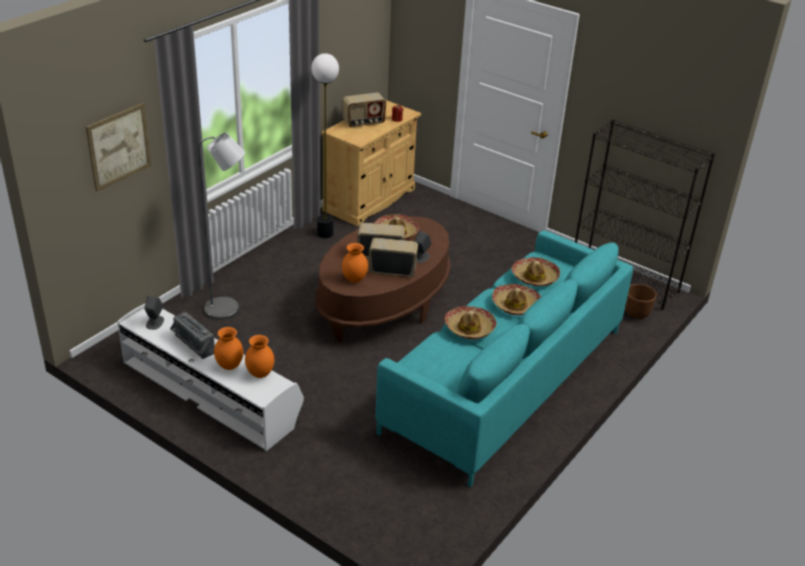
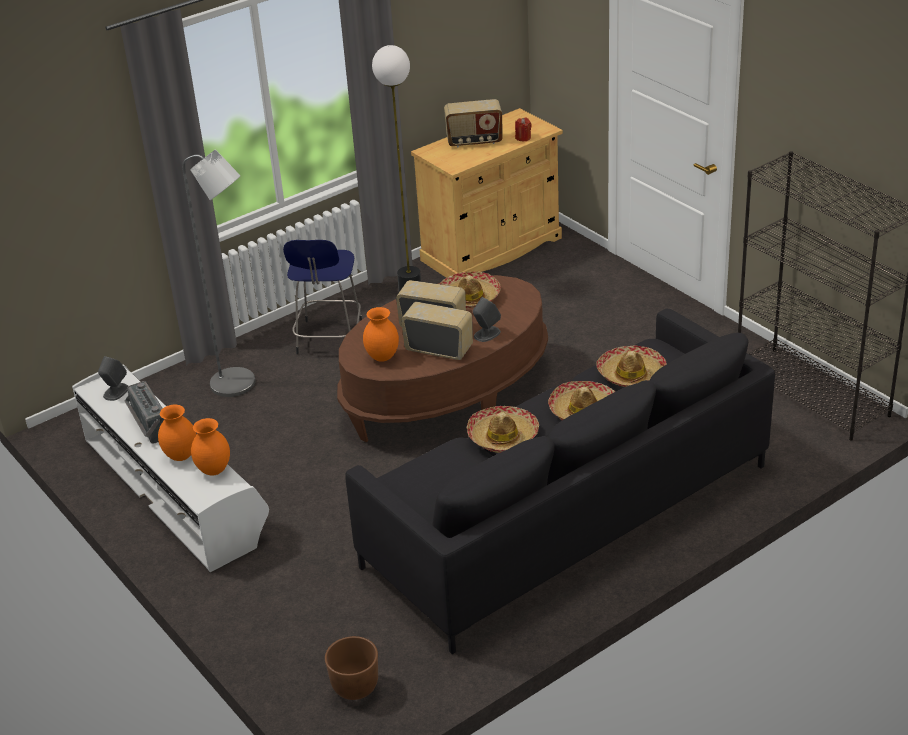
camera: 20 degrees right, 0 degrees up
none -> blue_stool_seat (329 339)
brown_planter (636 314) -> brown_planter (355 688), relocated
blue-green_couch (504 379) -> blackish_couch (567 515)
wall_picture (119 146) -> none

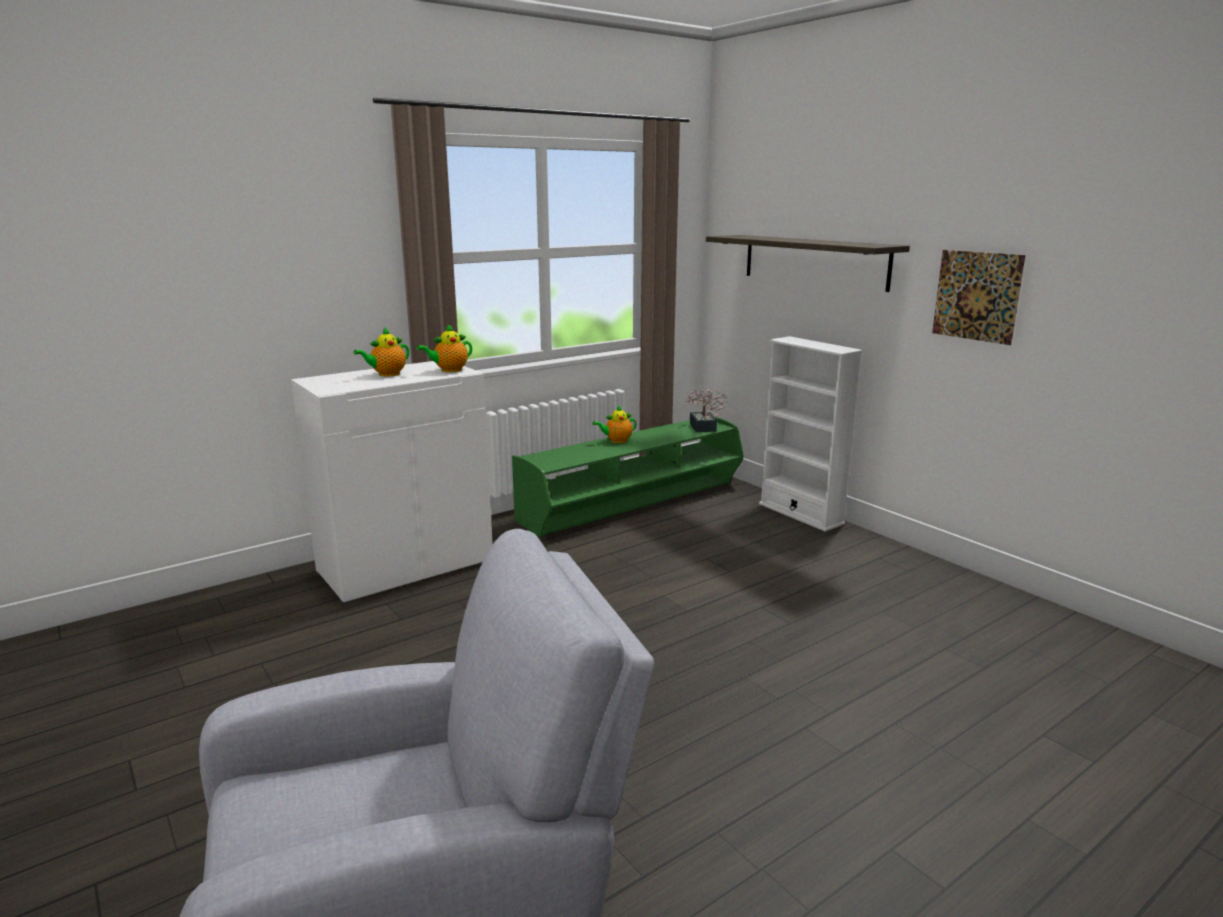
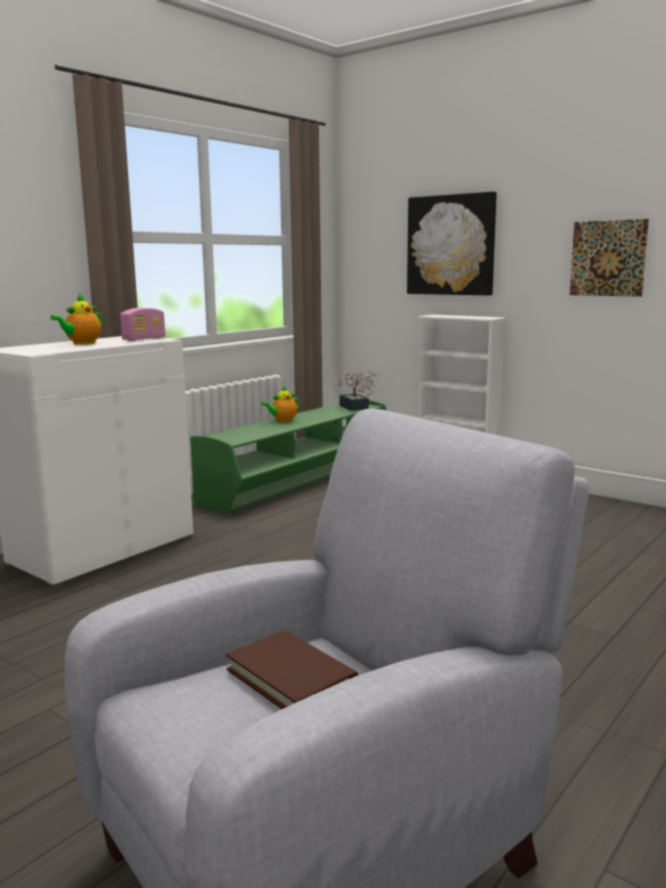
camera: 15 degrees left, 5 degrees down
pot_for_tea (449 370) -> radio_set (144 339)
none -> brown_bound_book (291 678)
wall_shelf (814 261) -> wall_picture (451 245)

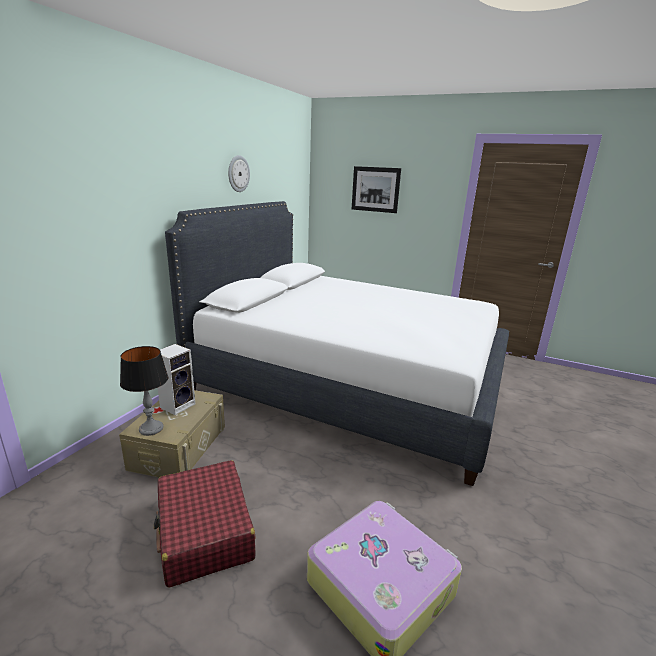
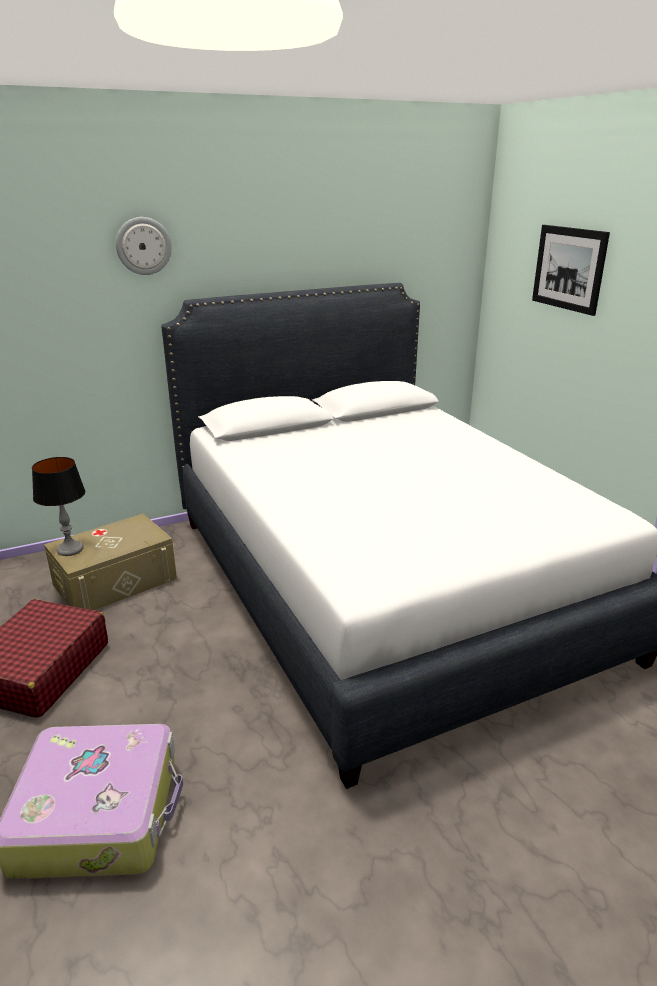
camera: 40 degrees right, 5 degrees up
clock_on_the_wall (238 173) -> clock_on_the_wall (143 246), relocated
loudspeaker (178 405) -> none

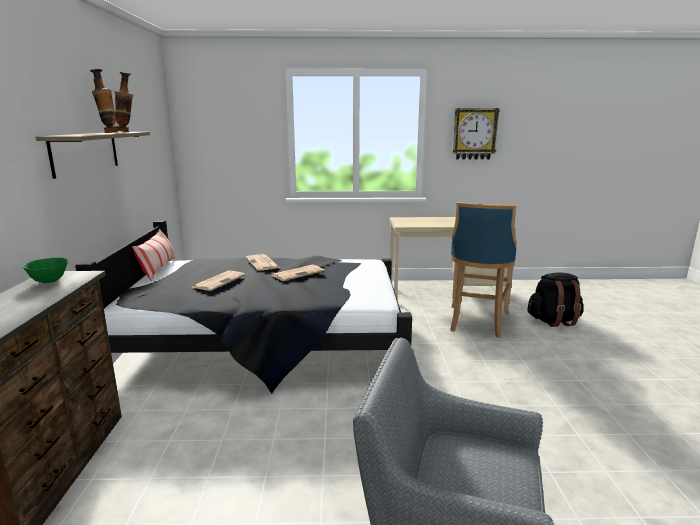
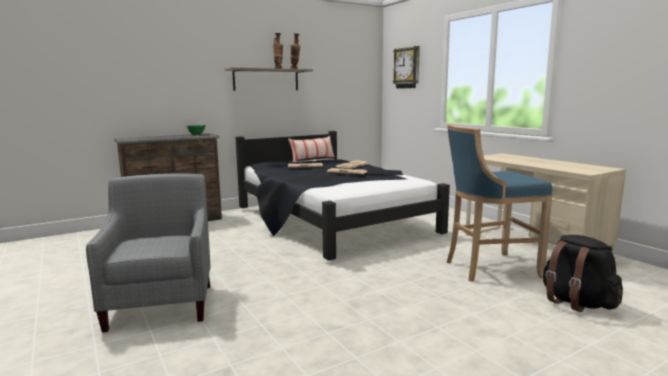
camera: 60 degrees right, 5 degrees down
clock_on_the_wall (474 134) -> clock_on_the_wall (407 68), relocated

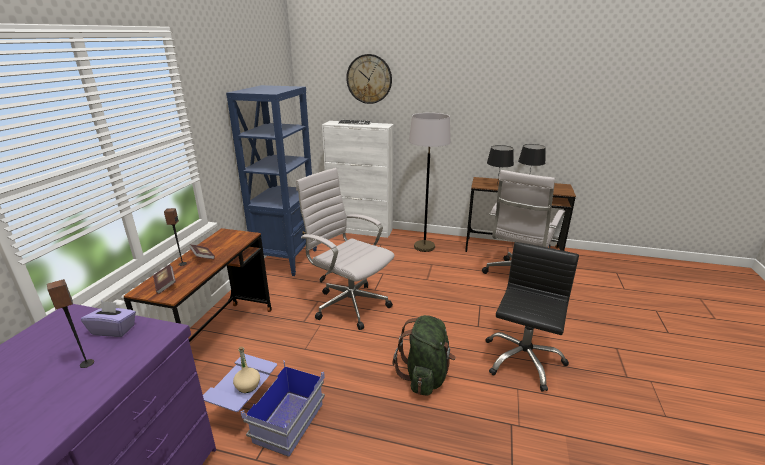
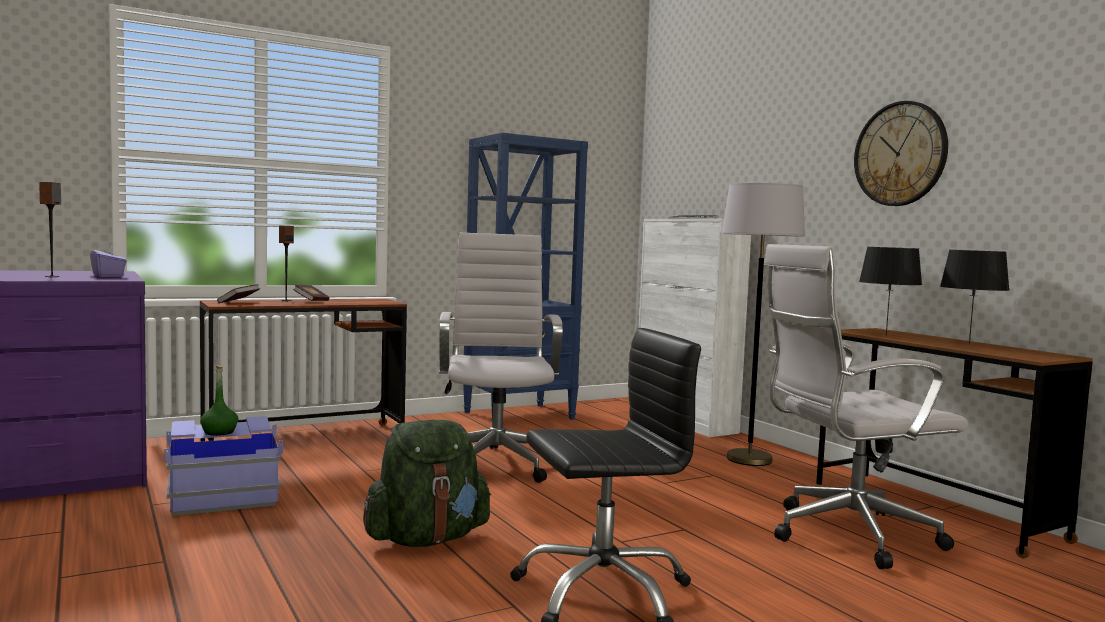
camera: 45 degrees right, 20 degrees down
beige_drink_bottle (248 386) -> greenish_drink_bottle (219 432)
clock_on_the_wall (369 79) -> clock_on_the_wall (900 154), relocated

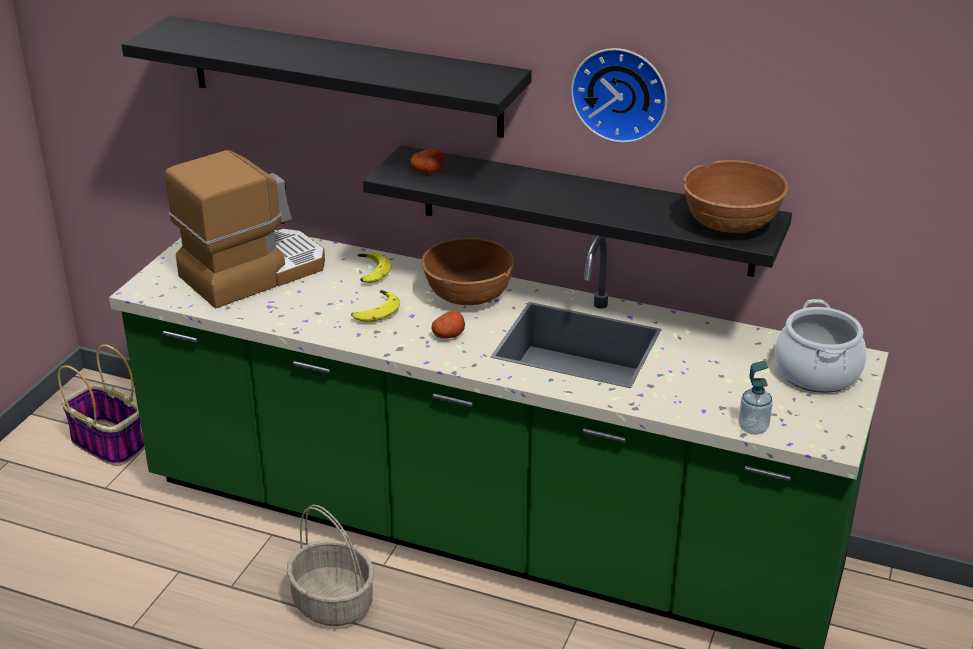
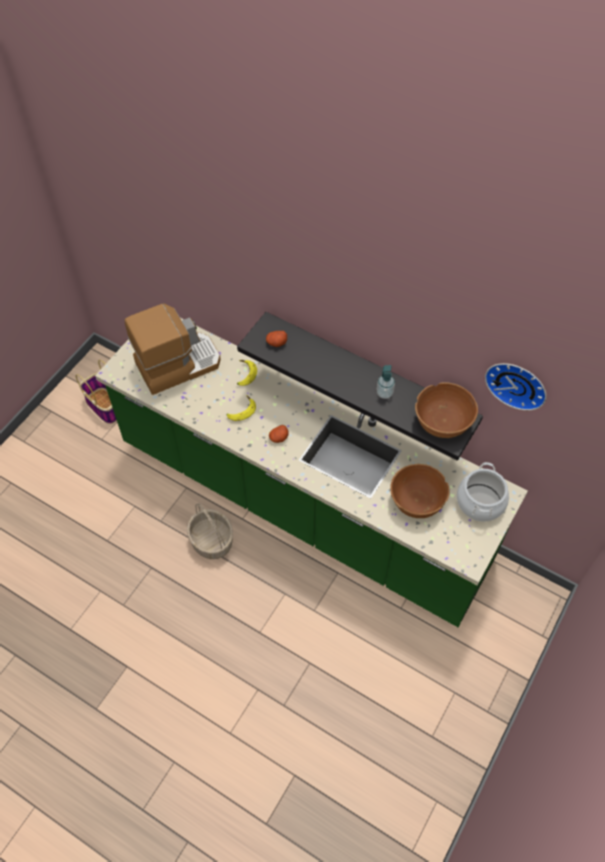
camera: 10 degrees right, 25 degrees up
soap_bottle (753 428) -> soap_bottle (384 393), relocated
brown_deep_dish (468 296) -> brown_deep_dish (417 501), relocated
clock_on_the_wall (621 93) -> clock_on_the_wall (517 383), relocated
blackish_wall_shelf (344 76) -> none

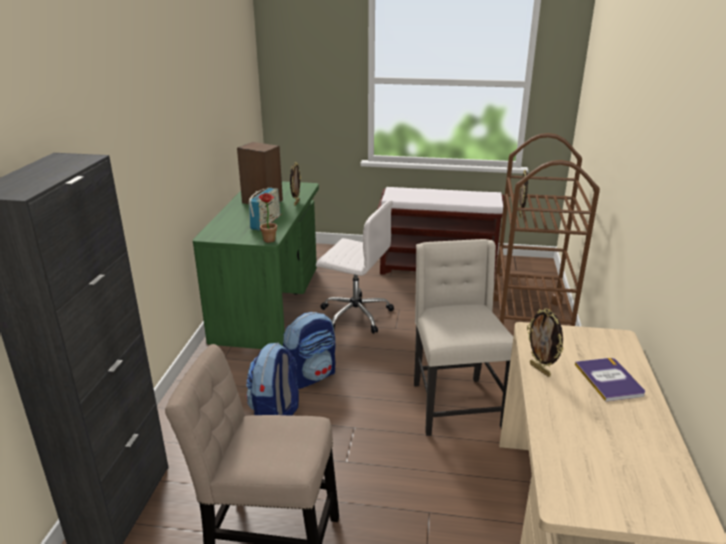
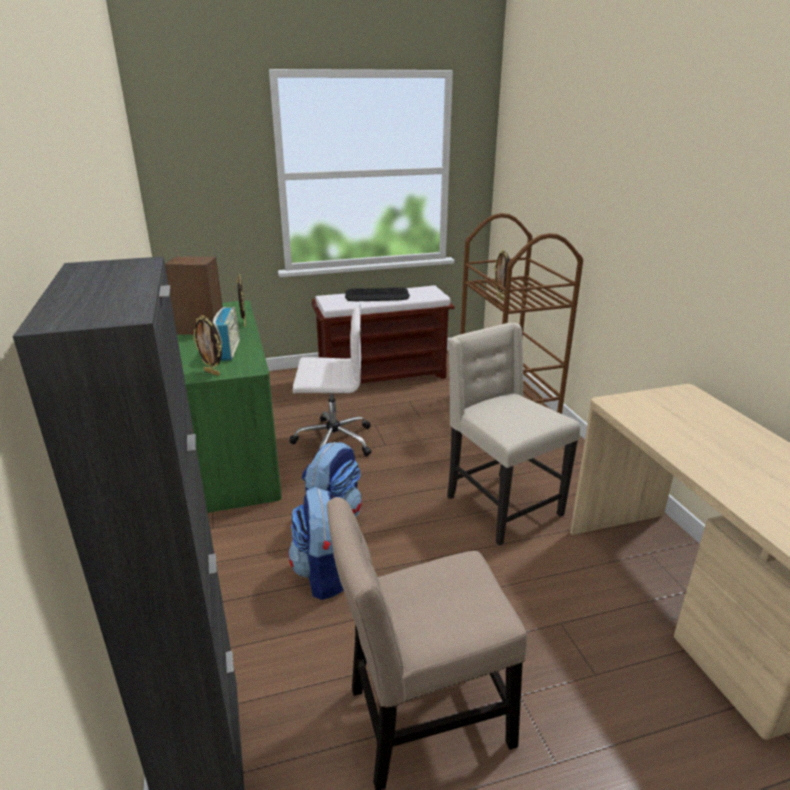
camera: 25 degrees left, 0 degrees up
standing_frame (540 370) -> standing_frame (212 372), relocated
none -> PC_keyboard (377 296)
houseplant (270 241) -> none
bound_book (609 380) -> none

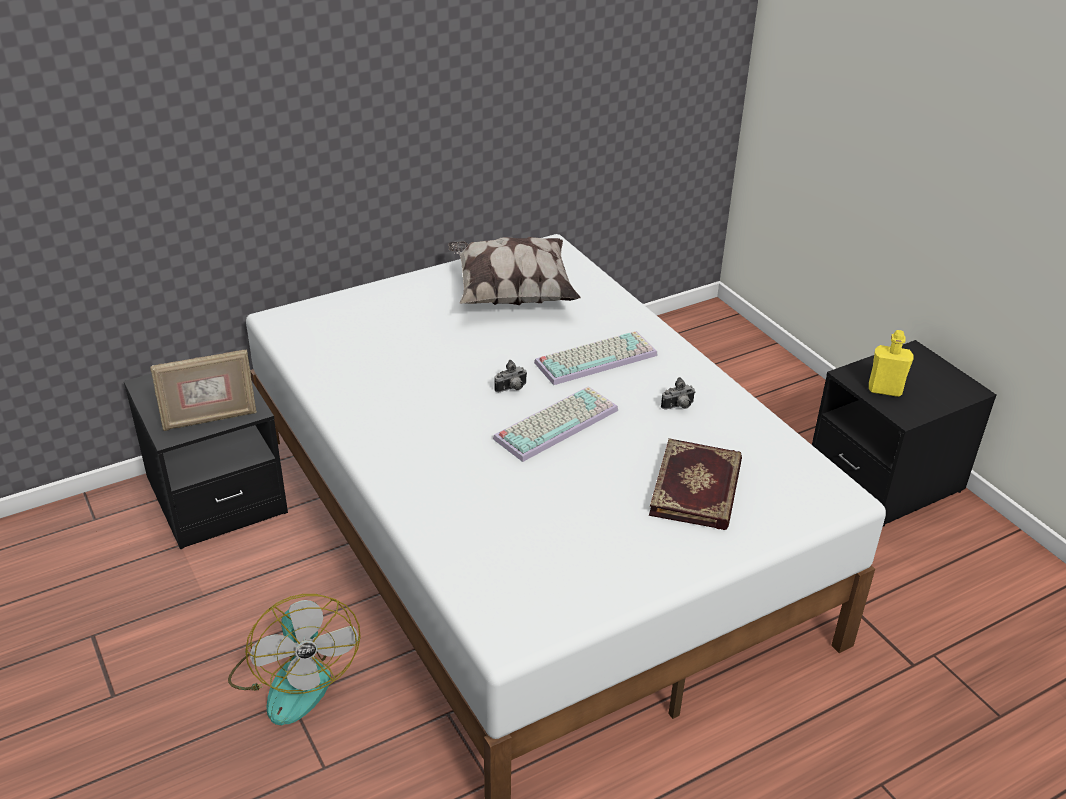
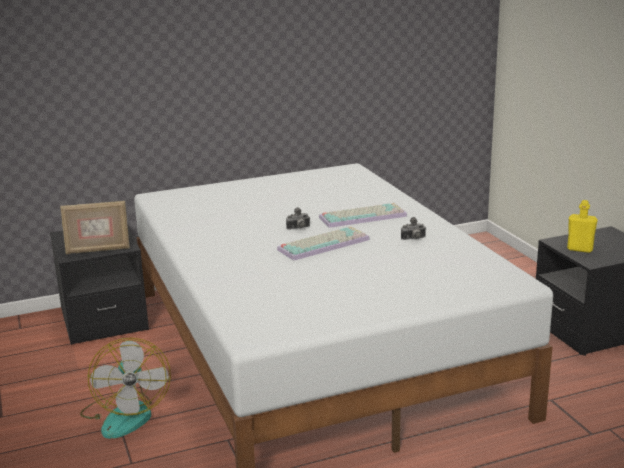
camera: 10 degrees right, 15 degrees down
cushion (511 293) -> none
bound_book (698 488) -> none

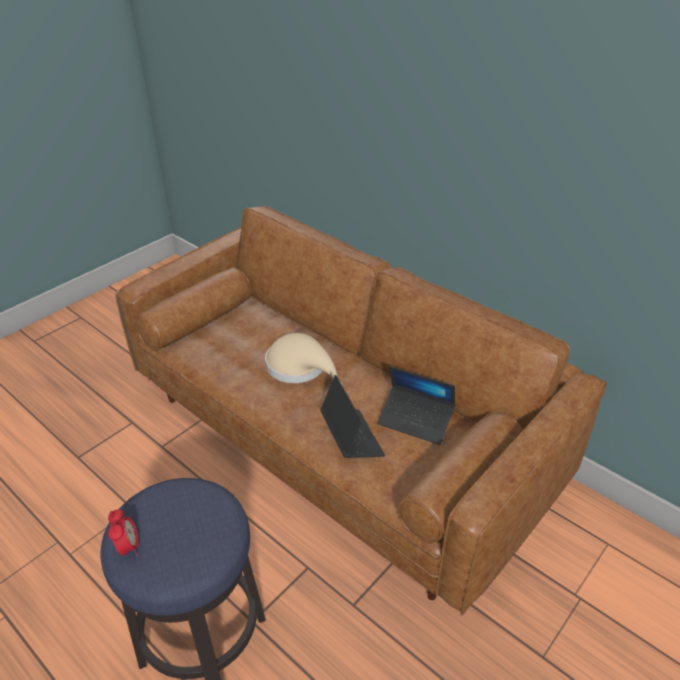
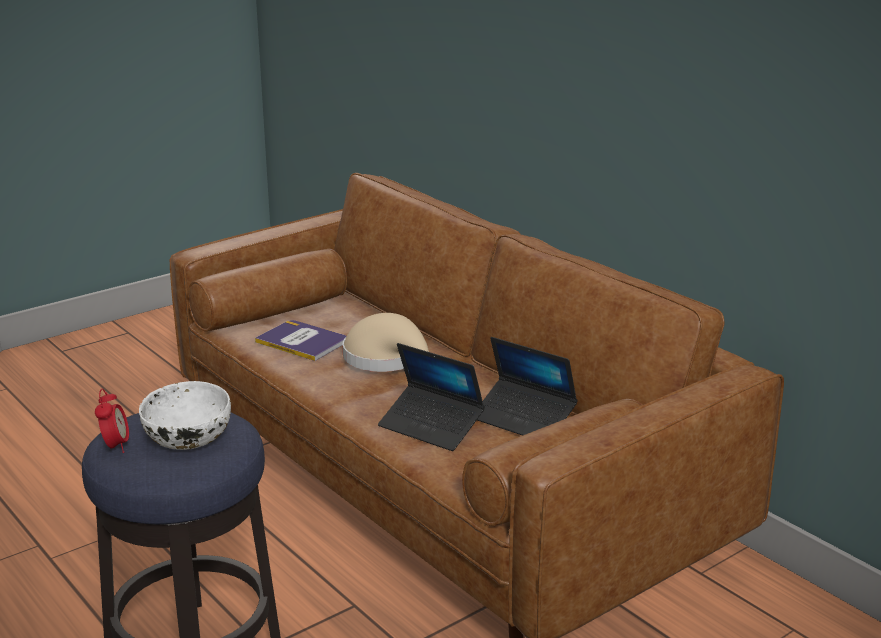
camera: 10 degrees right, 15 degrees down
none -> whitish_deep_dish (187 438)
none -> bound_book (302 341)
portable_computer (351 438) -> portable_computer (431 426), 135 degrees clockwise

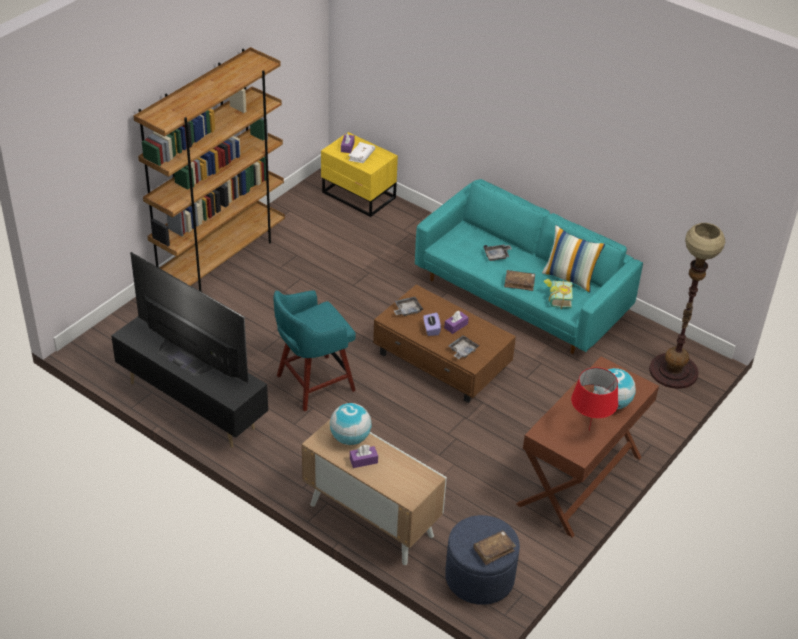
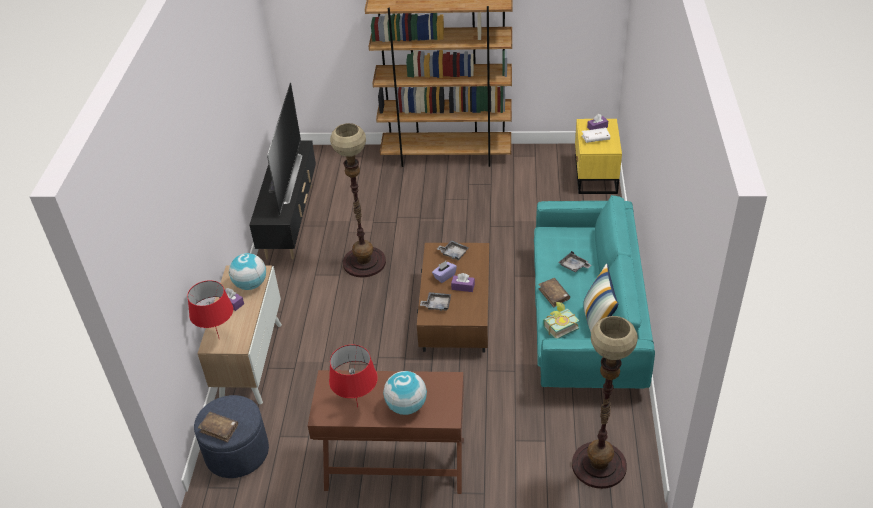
camera: 60 degrees right, 0 degrees up
none -> red_table_lamp (219 339)
blue-green_stool_seat (313 384) -> standard_lamp (364 262)

